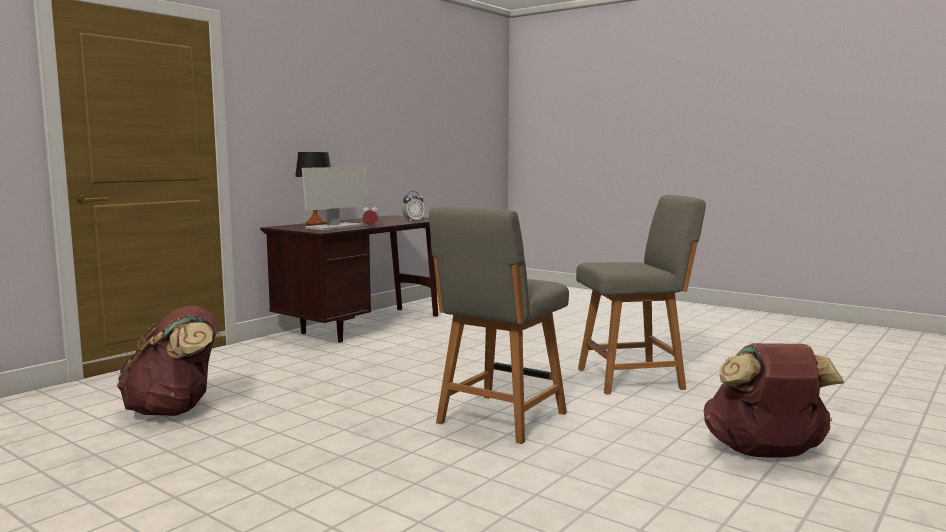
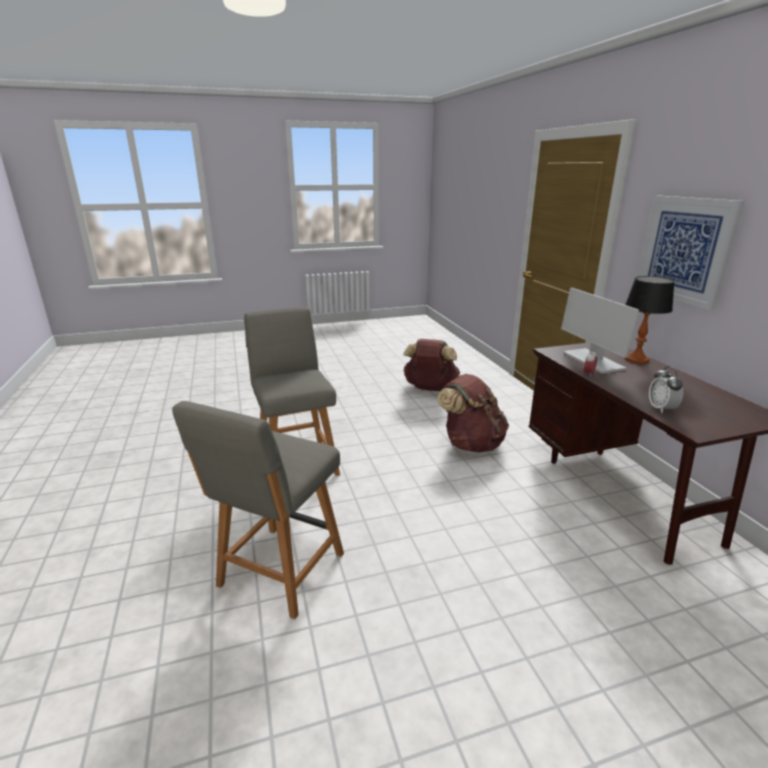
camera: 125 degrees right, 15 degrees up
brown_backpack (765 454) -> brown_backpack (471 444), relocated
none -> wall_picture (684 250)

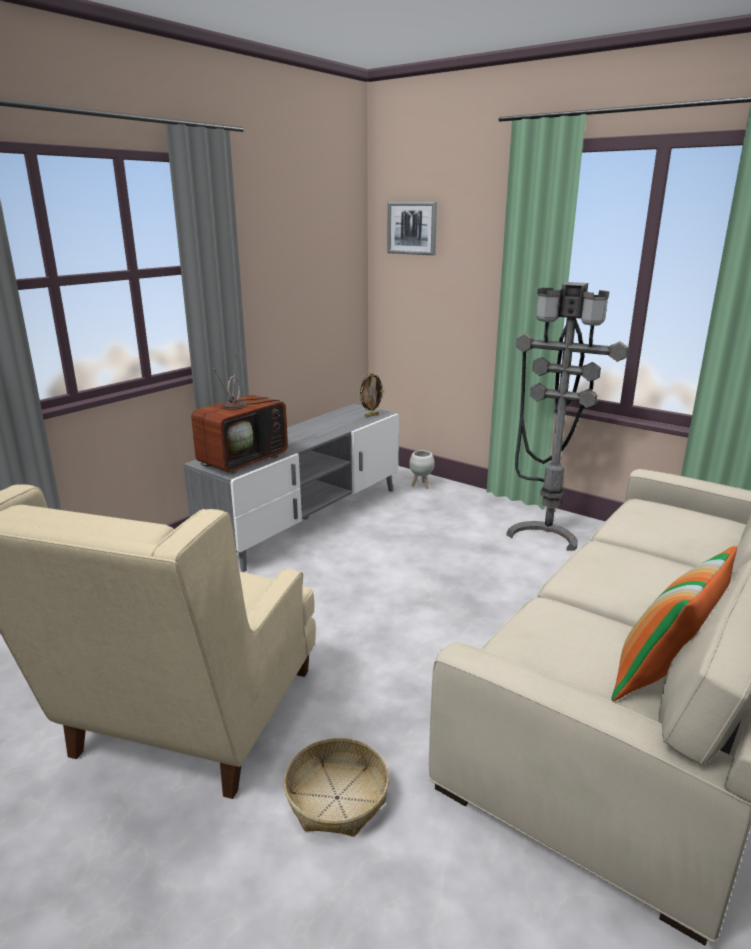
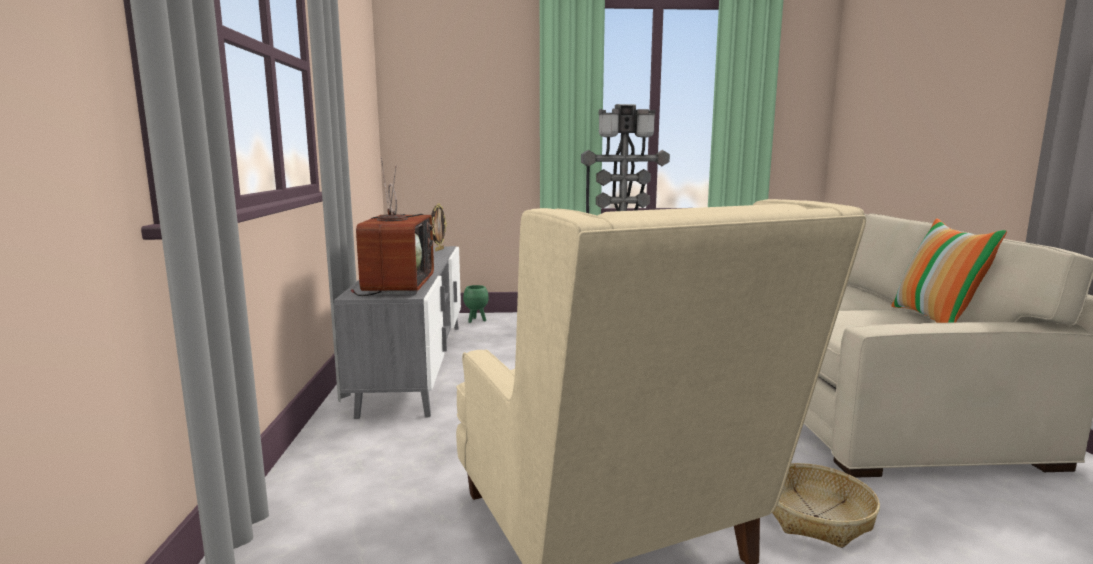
camera: 40 degrees left, 10 degrees down
whitish_planter (421 485) -> greenish_planter (476 320)
wall_picture (412 228) -> none

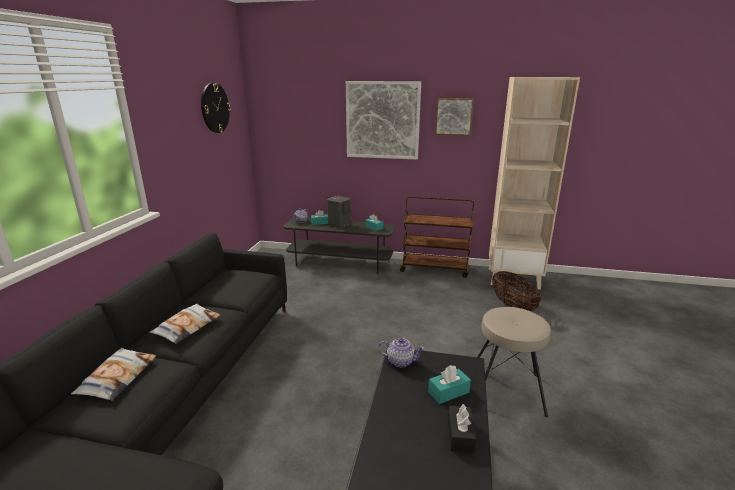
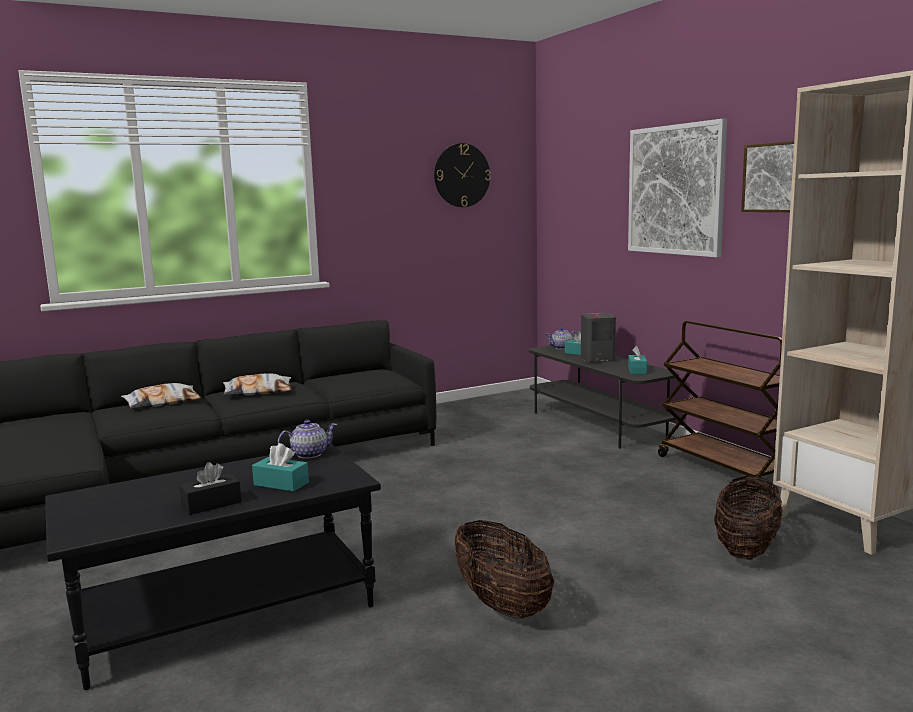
camera: 50 degrees right, 10 degrees down
pot_for_tea (400 361) -> pot_for_tea (309 454), 90 degrees counterclockwise
beige_stool_seat (506 389) -> storage_basket (501 604)

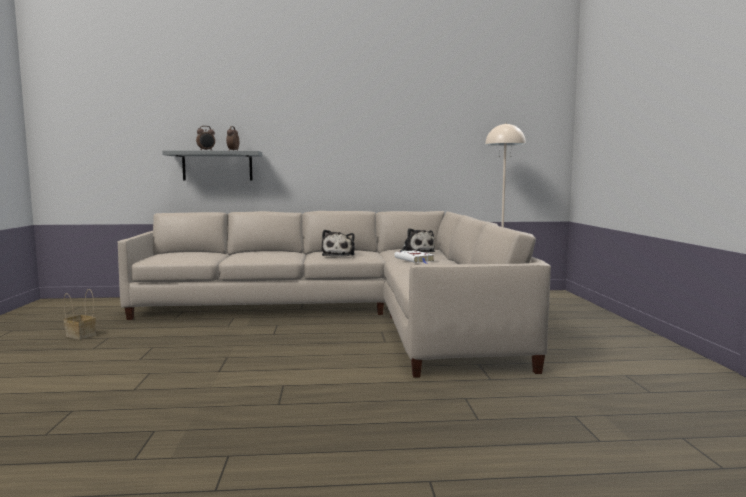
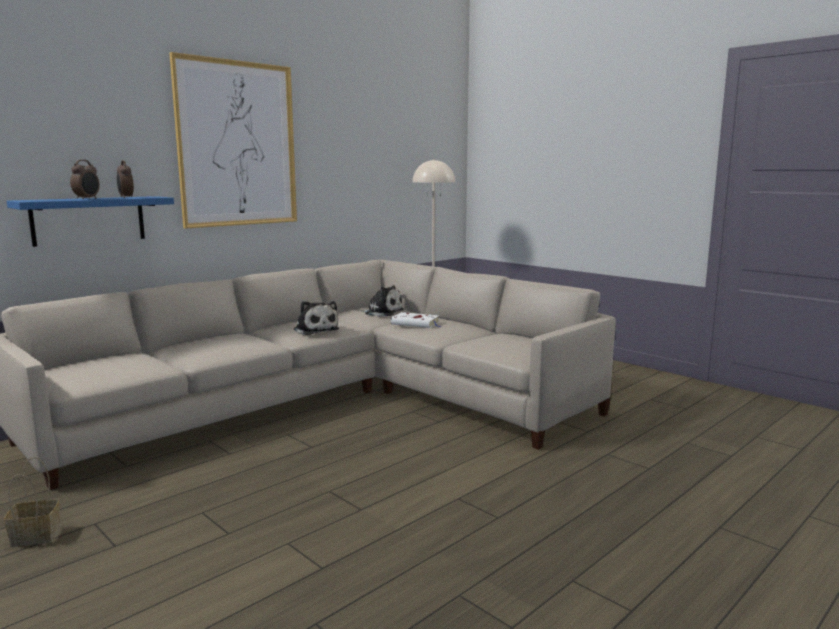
camera: 40 degrees left, 5 degrees up
greyish_wall_shelf (217 166) -> blue_wall_shelf (89 220)
none -> wall_picture (237 144)

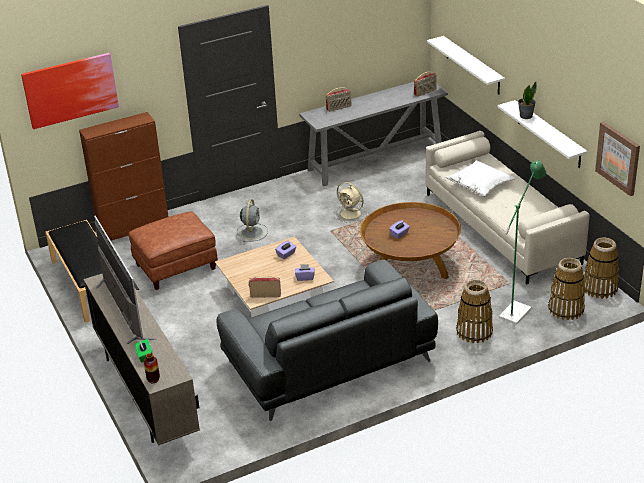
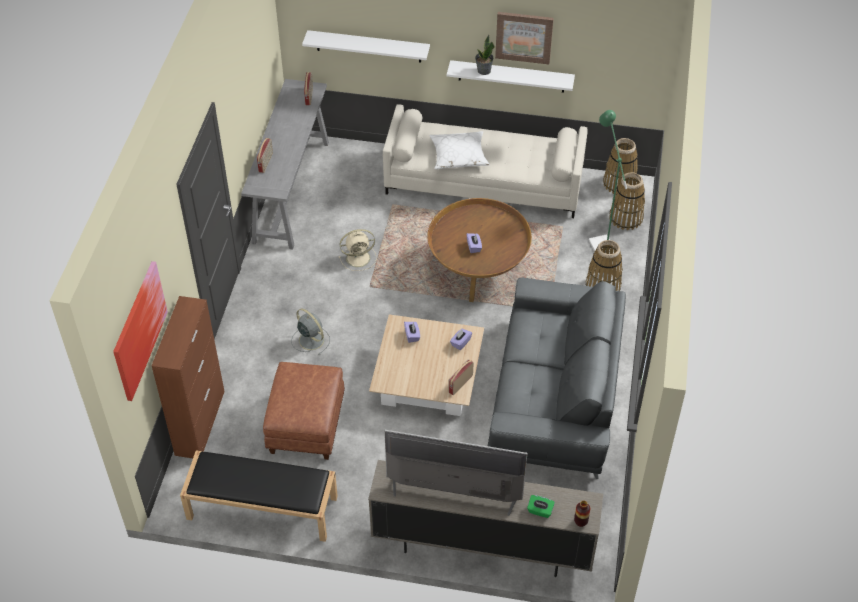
camera: 55 degrees left, 15 degrees up
wall_picture (618 158) -> wall_picture (524 37), relocated

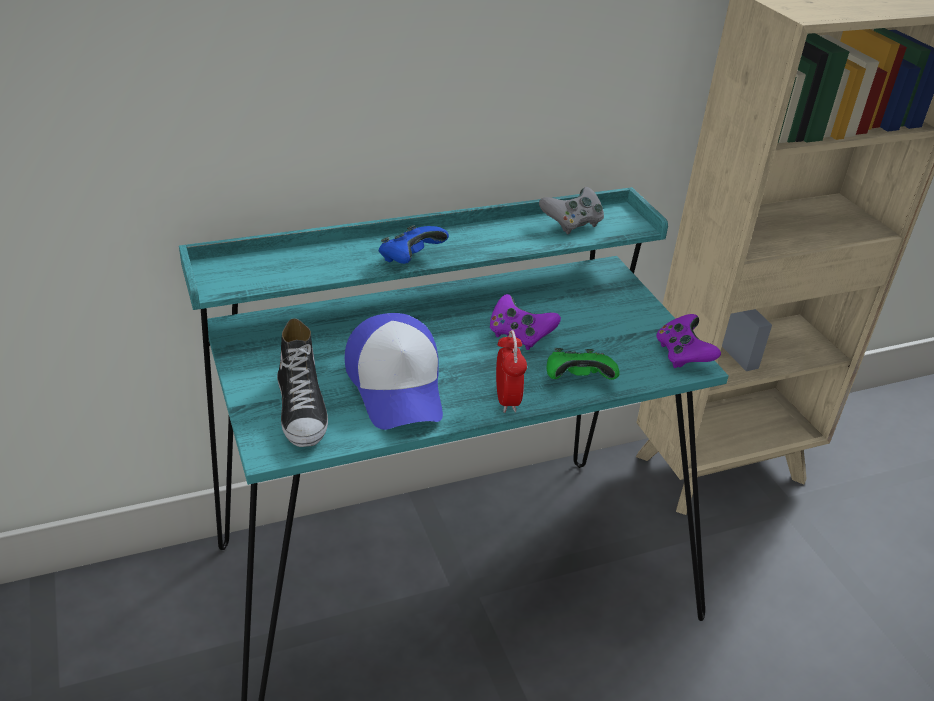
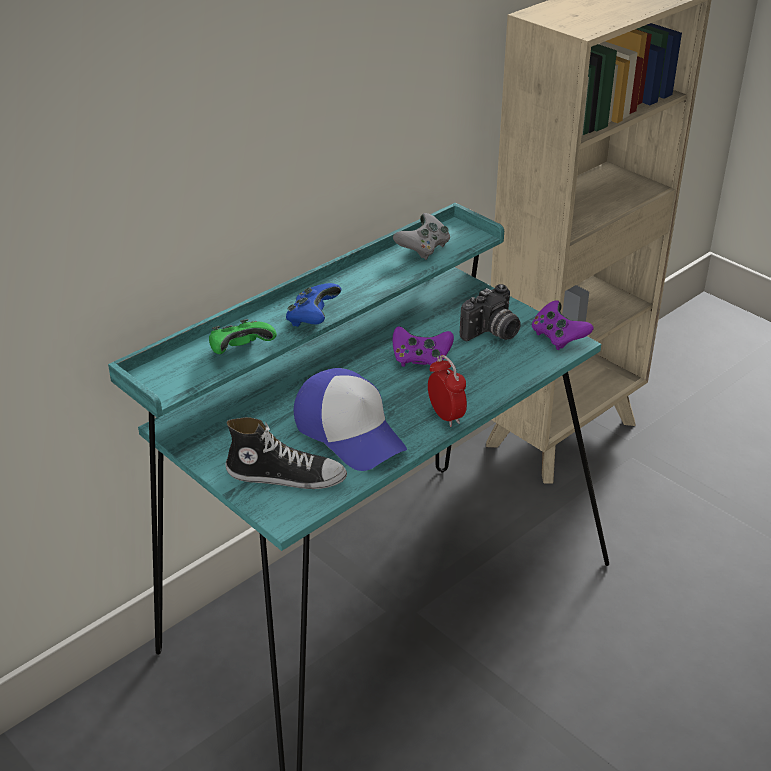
camera: 20 degrees left, 0 degrees up
greenish_gamepad (578 380) -> greenish_gamepad (241 350), relocated
shoe (302 409) -> shoe (286 475), 45 degrees counterclockwise
none -> photo_camera (492 333)

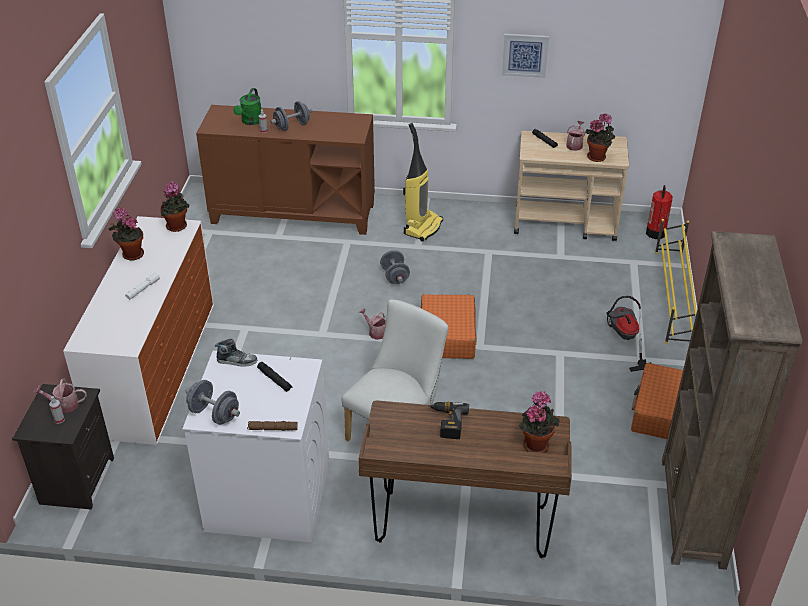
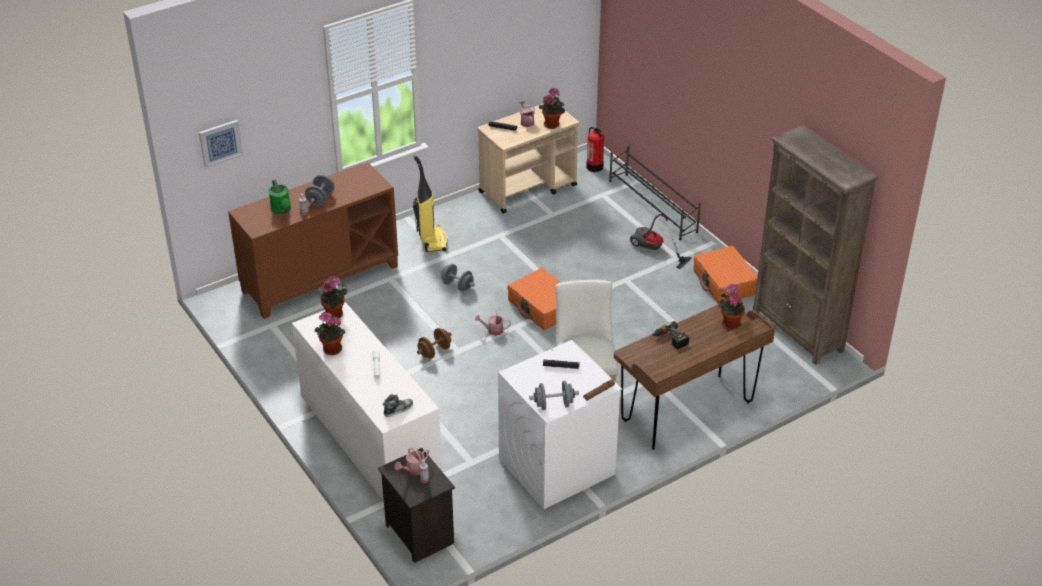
camera: 40 degrees left, 0 degrees up
wall_picture (525 55) -> wall_picture (220 143), relocated
shoe (237 361) -> shoe (398 409), relocated
none -> brown_free_weight (434 351)
yellow_shoe_shelf (673 297) -> blackish_shoe_shelf (652 206)

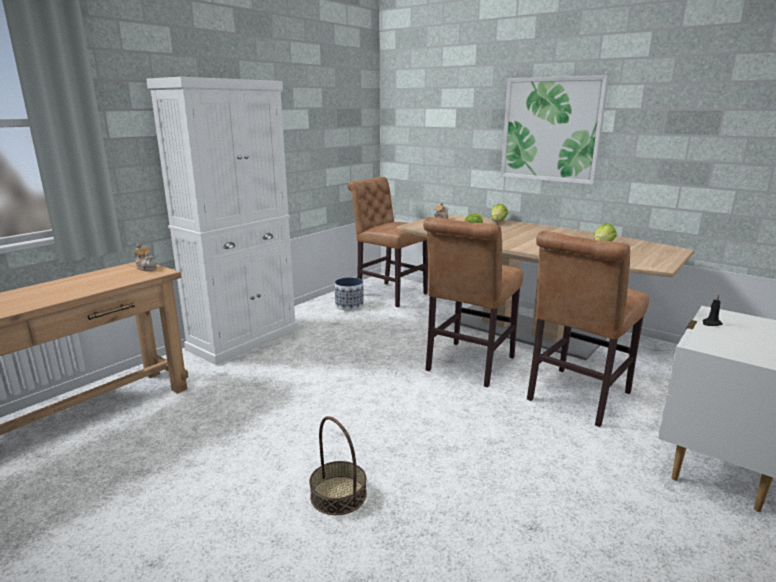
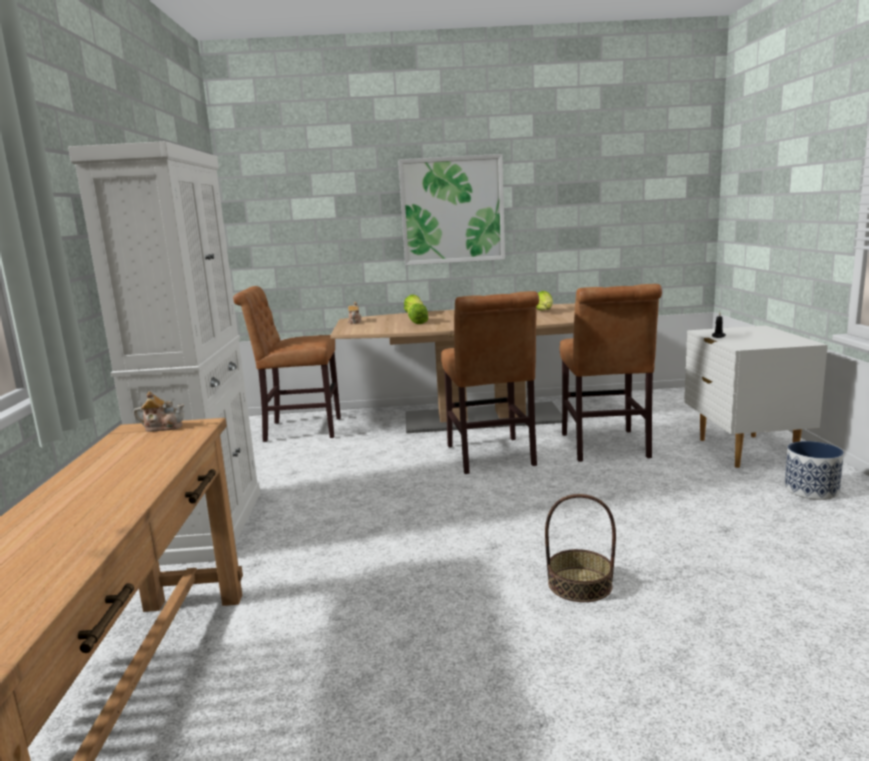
camera: 40 degrees left, 5 degrees down
planter (349 306) -> planter (811 490), relocated

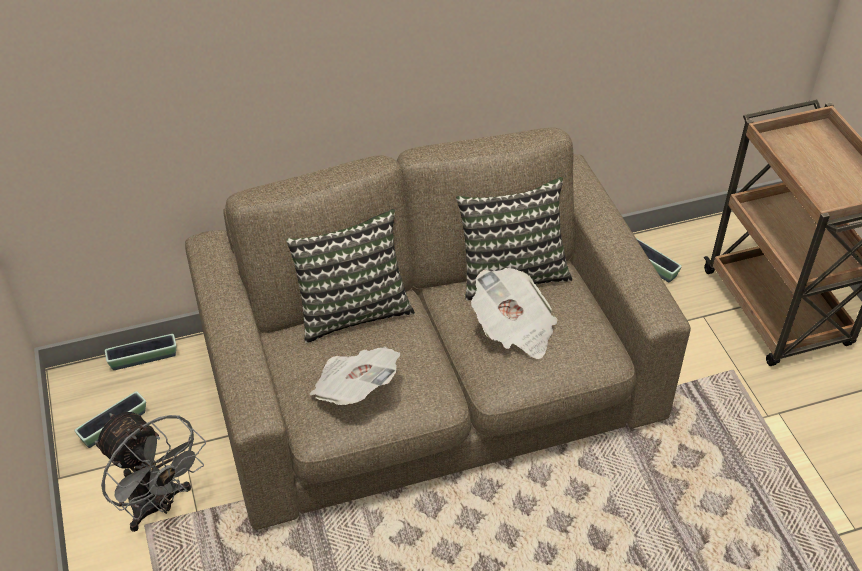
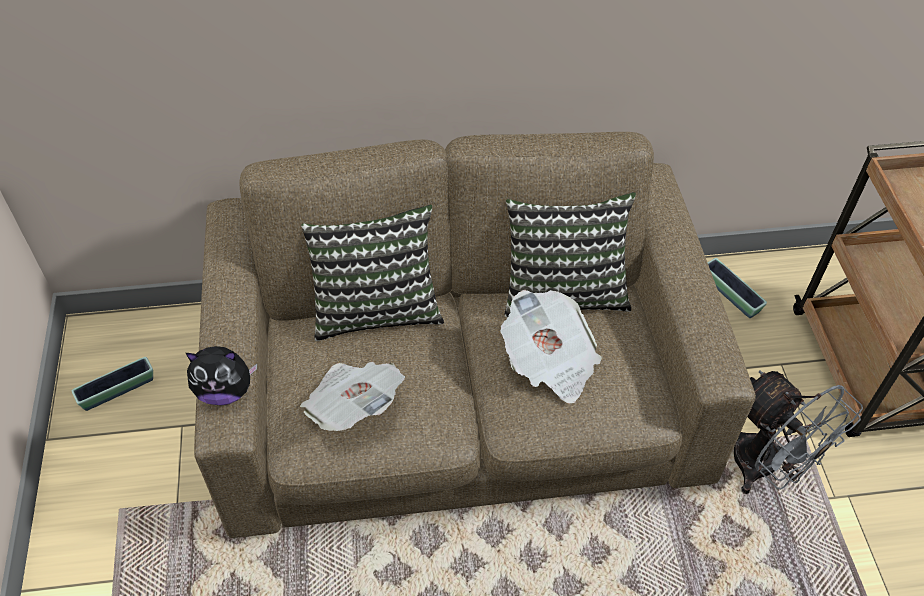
camera: 10 degrees right, 5 degrees up
none -> cuddly_toy (225 391)
greyish_electric_fan (158 505) -> greyish_electric_fan (765 469), relocated
planter (143 358) -> none

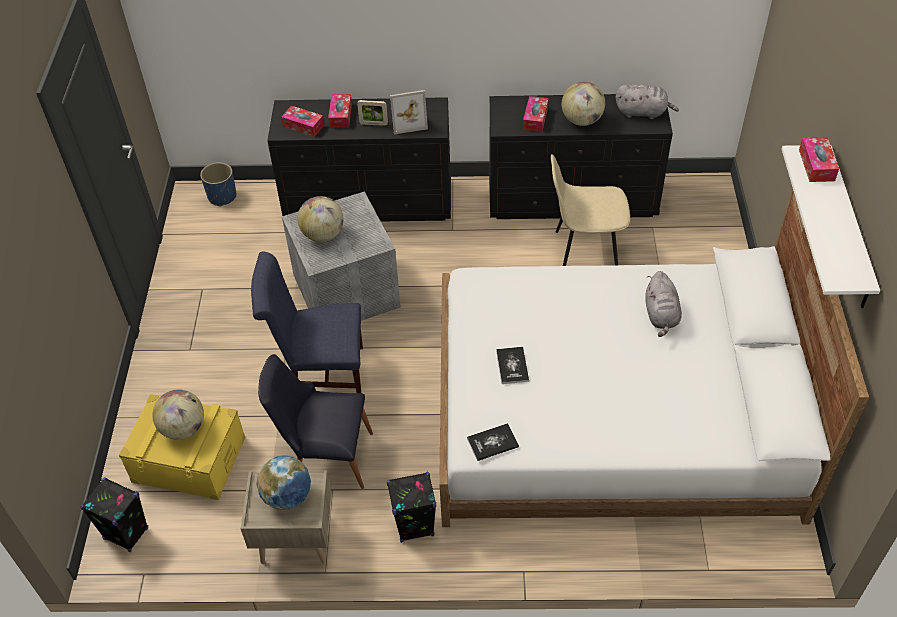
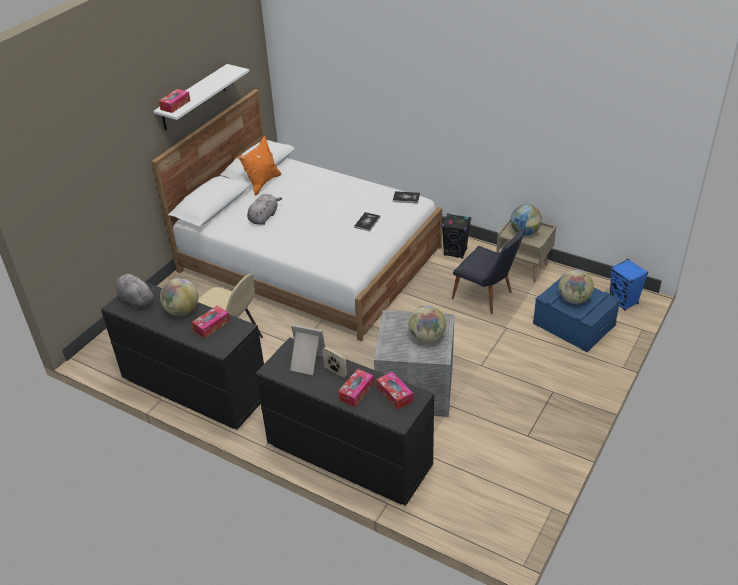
camera: 150 degrees left, 10 degrees down
none -> orange-coloured_cushion (262 183)
yellow_storage_box (189 459) -> blue_storage_box (573 324)
blackish_loudspeaker (126 533) -> blue_loudspeaker (623 302)
blue_planter (222 196) -> none
blue_chair (321 377) -> none

